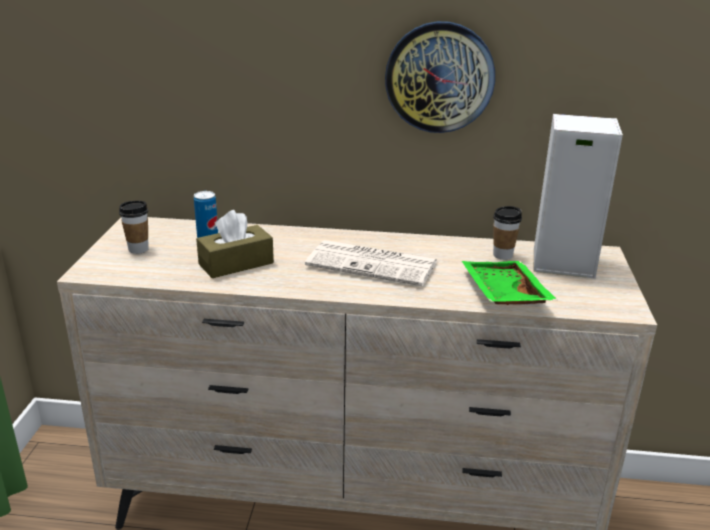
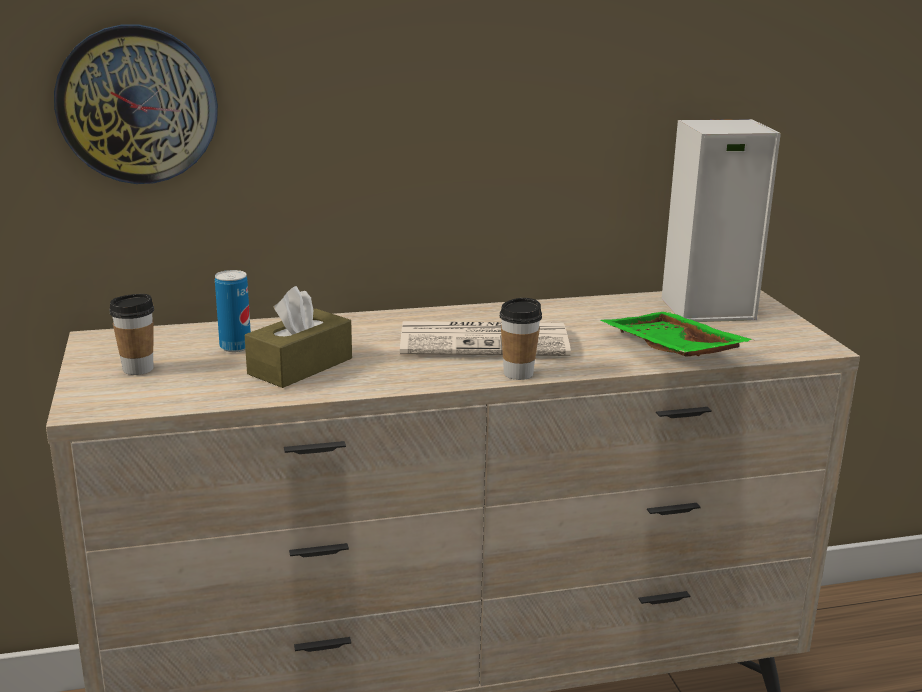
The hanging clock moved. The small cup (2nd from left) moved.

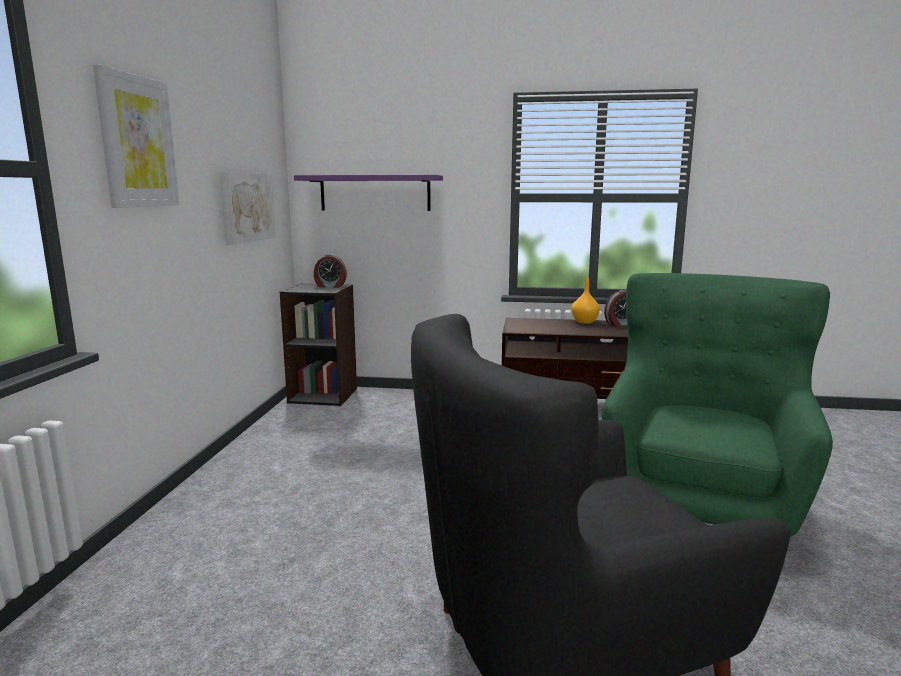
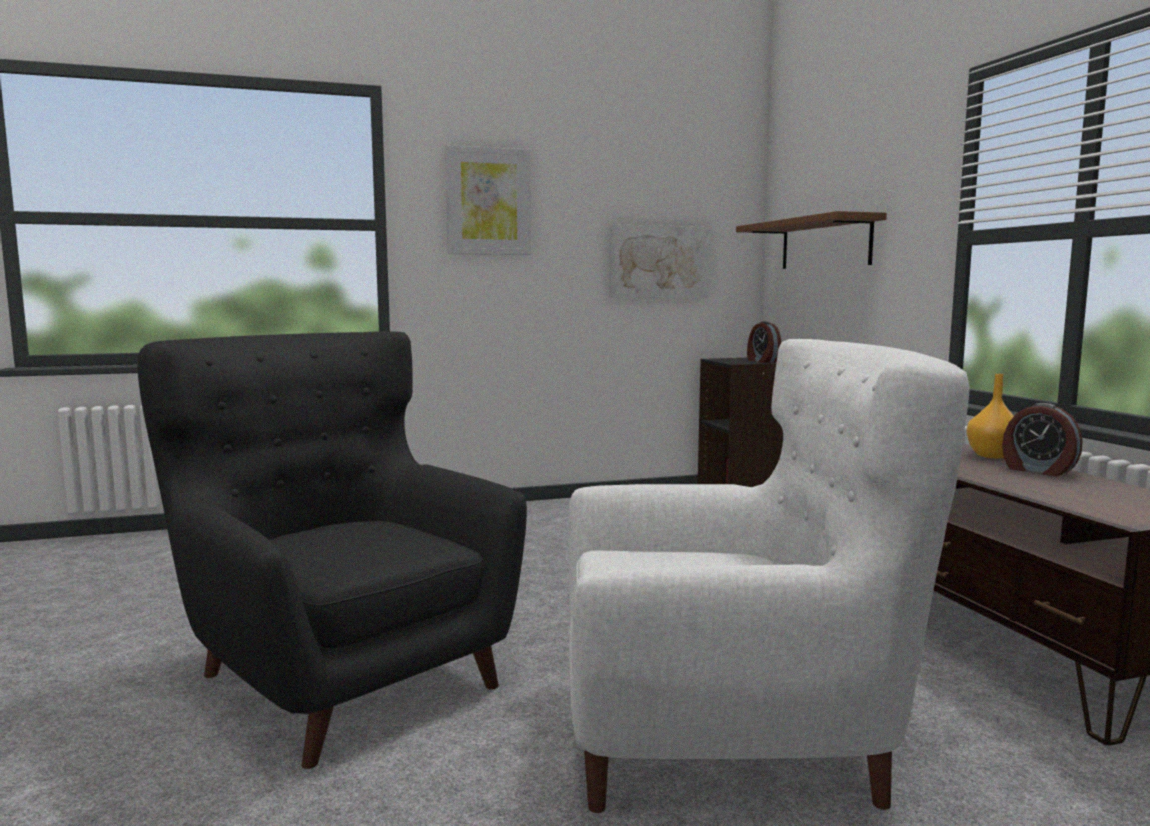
The purple shelf became the brownish shelf. The green lounge chair became the whitish lounge chair.

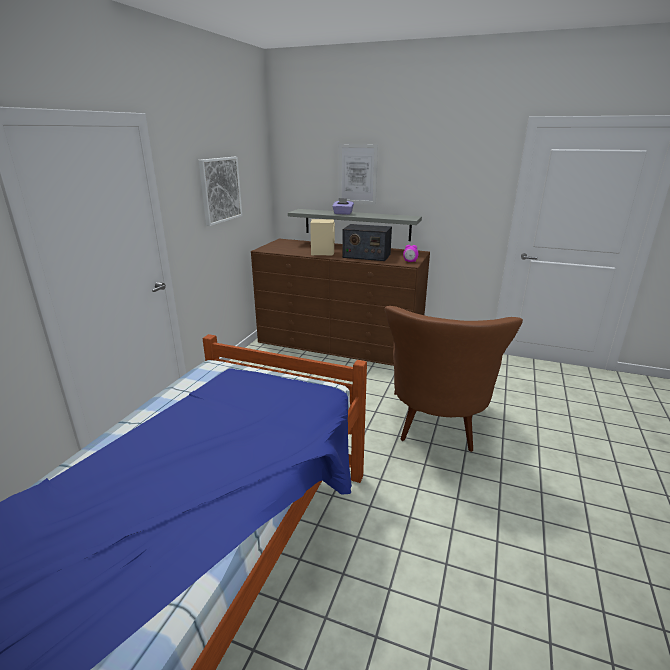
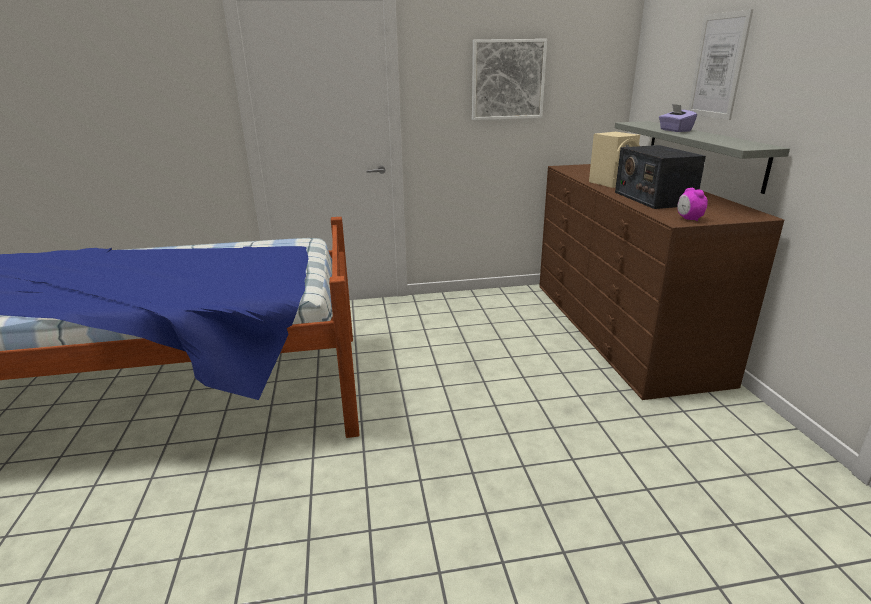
The brownish lounge chair disappeared.

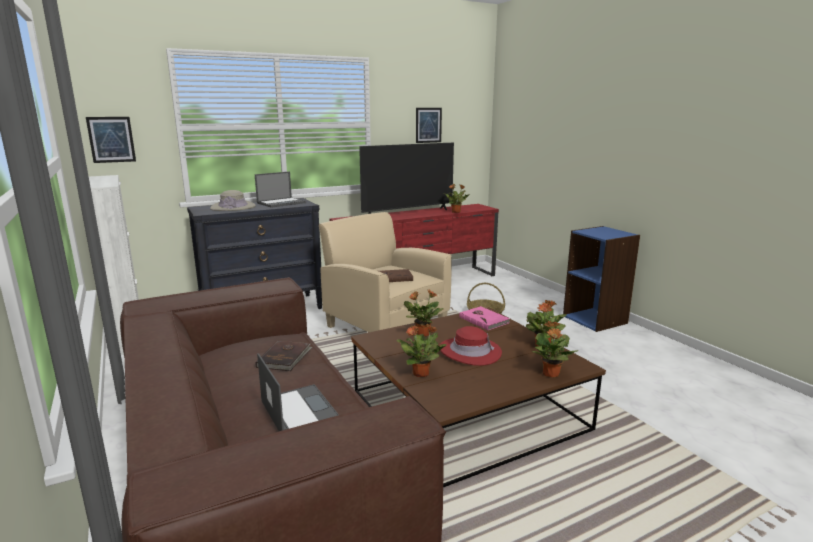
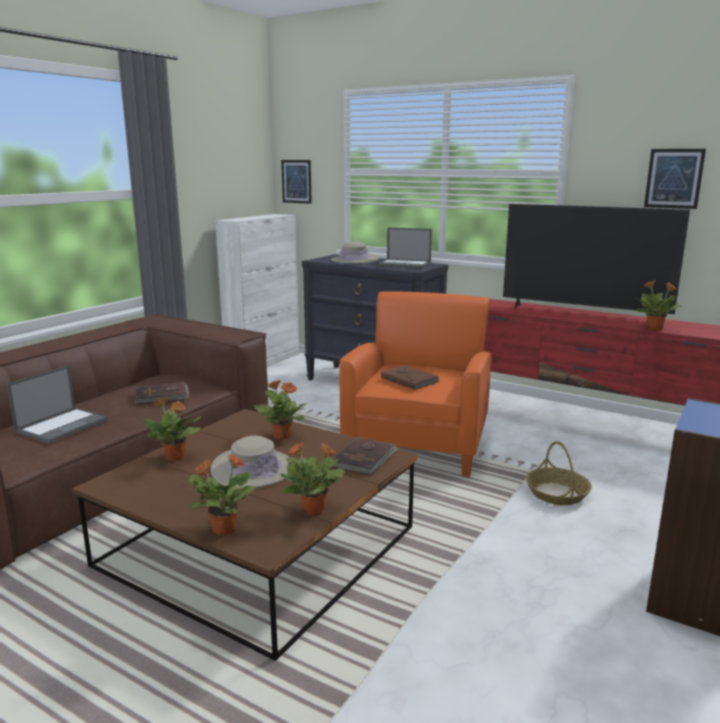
The beige lounge chair became the orange lounge chair. The pink bound book became the brownish bound book (2nd from left). The red wearable hat became the beige wearable hat (1st from left).

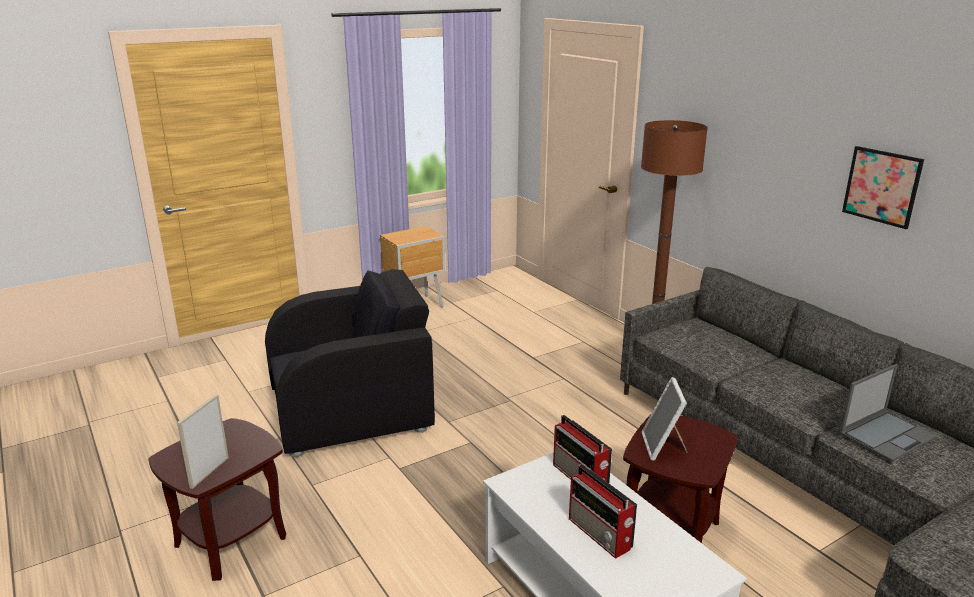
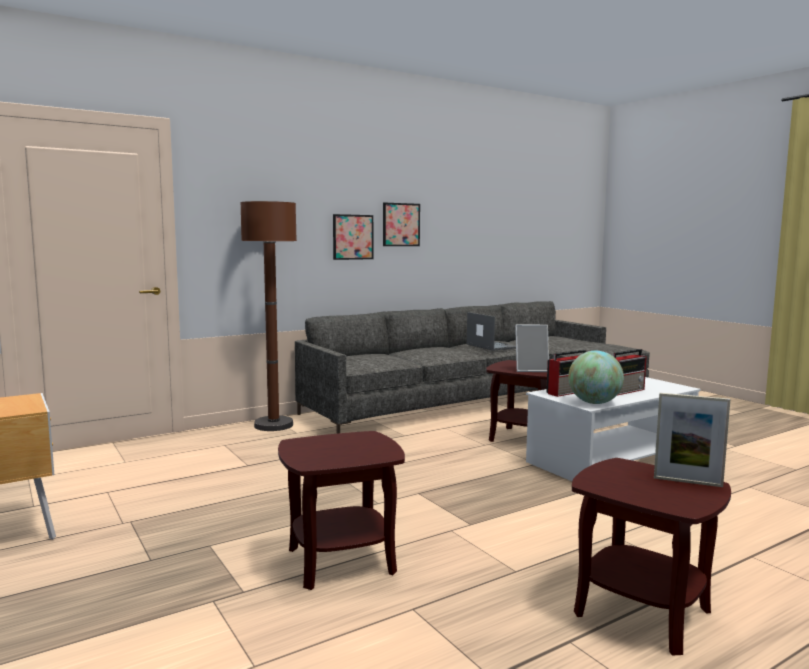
The black-coloured lounge chair was replaced by the brownish side table (1st from left). The wall picture (1st from left) appeared. The desk globe appeared.

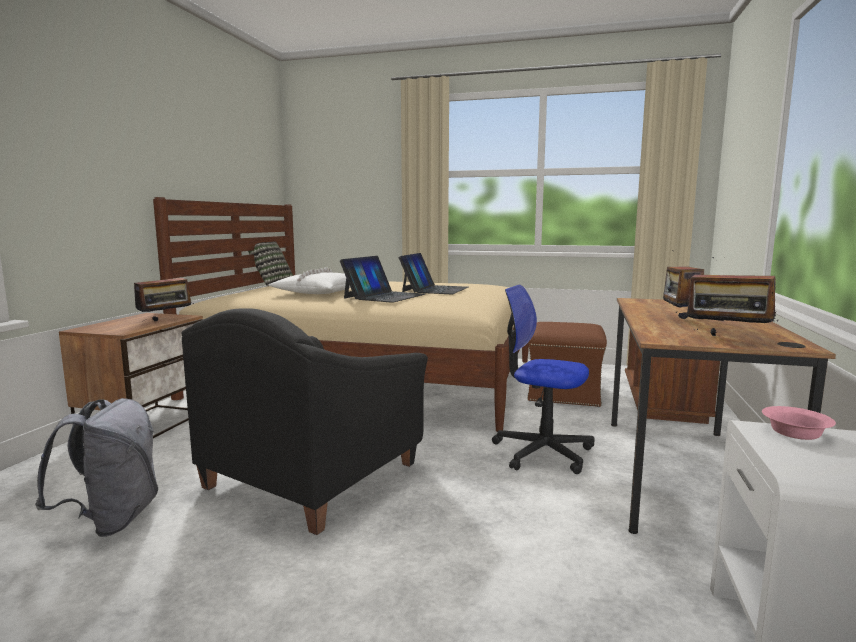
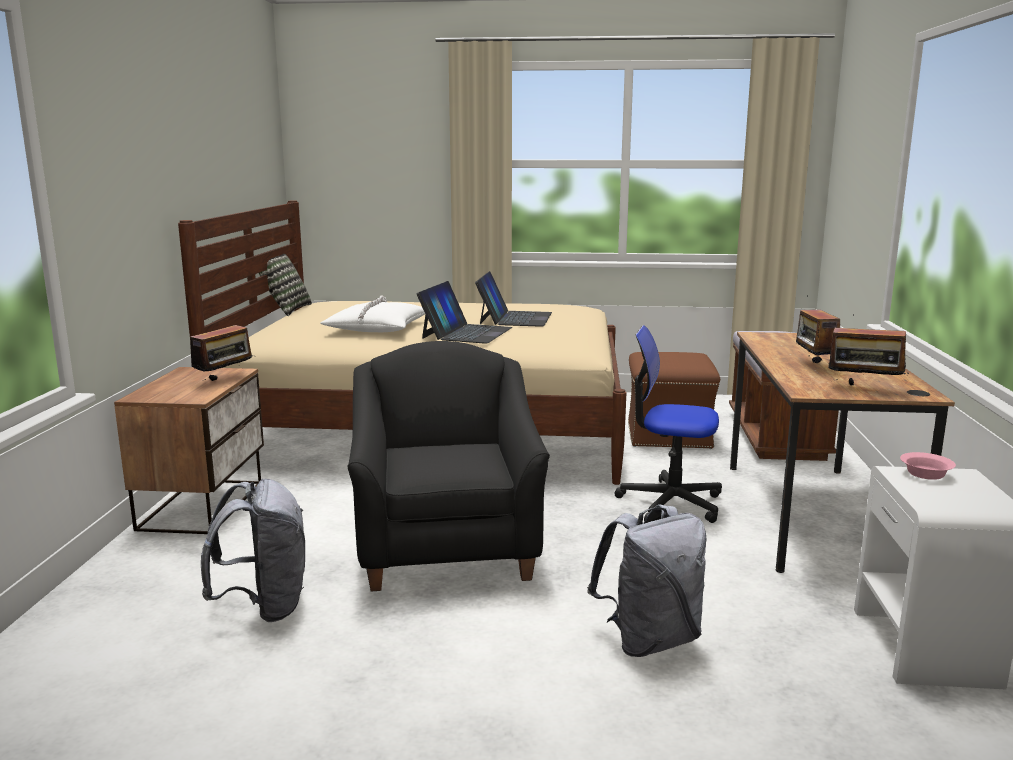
The black-coloured lounge chair turned 150 degrees clockwise. The gray rucksack (2nd from left) appeared.

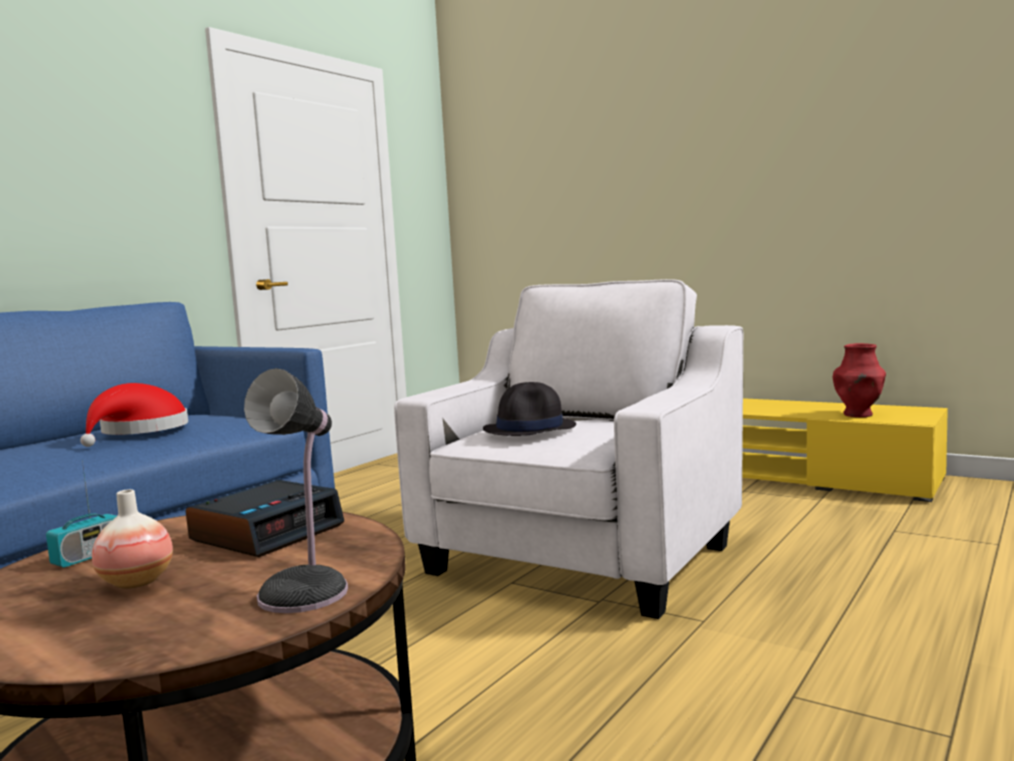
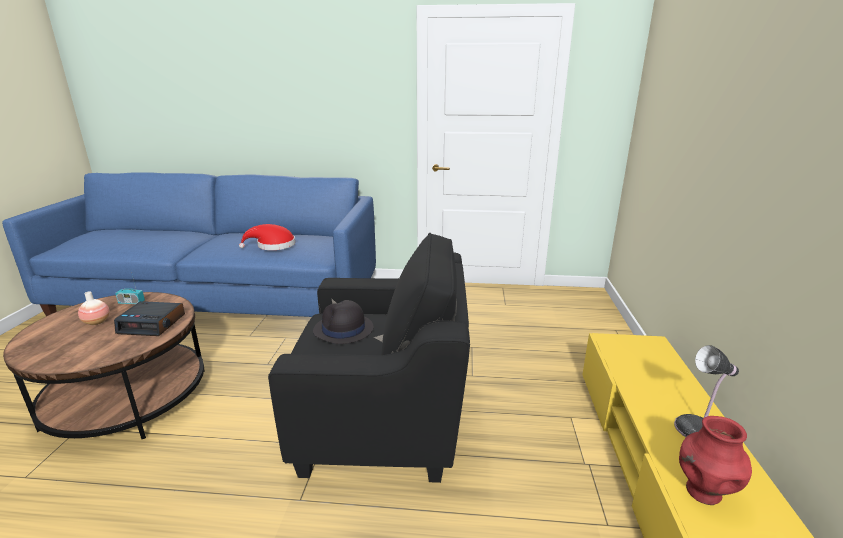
The whitish lounge chair became the black-coloured lounge chair. The tabletop lamp moved.

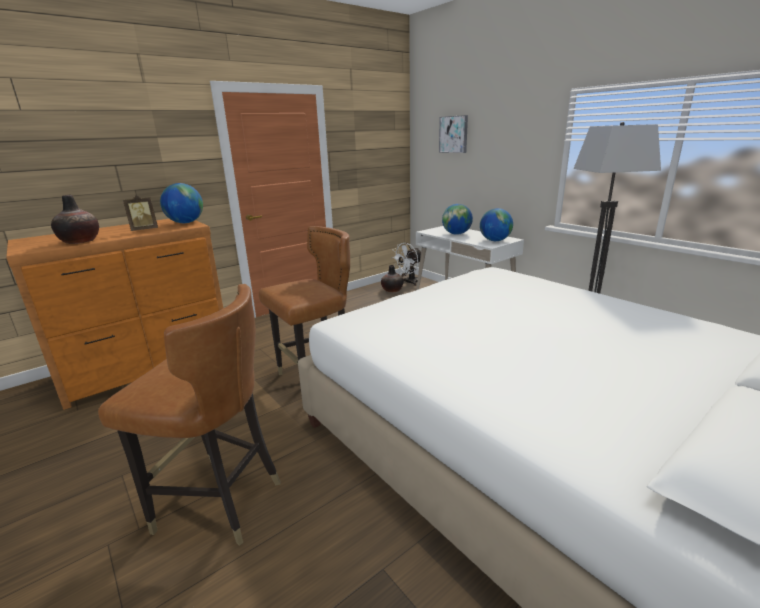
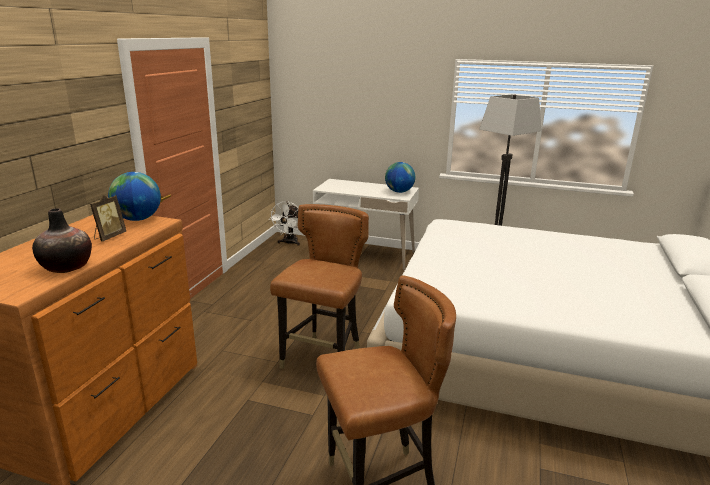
The wall picture disappeared. The desk globe (2nd from left) disappeared. The decorative vase (2nd from left) disappeared.

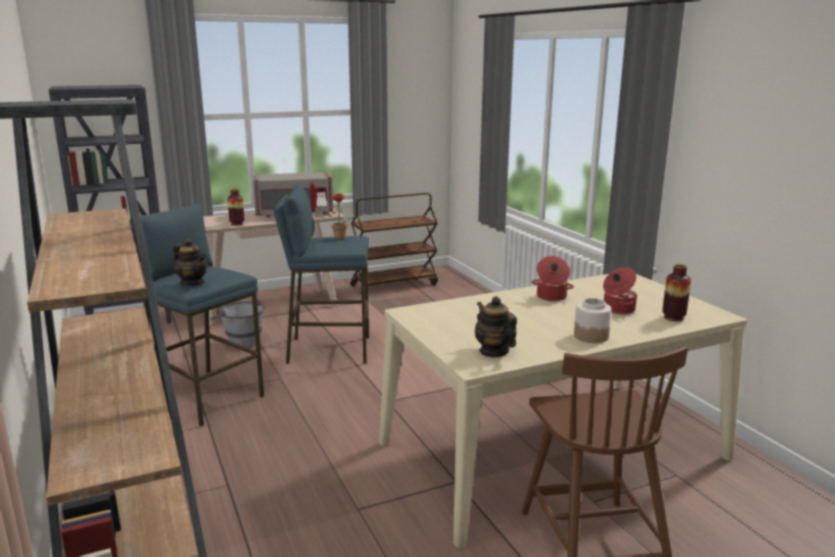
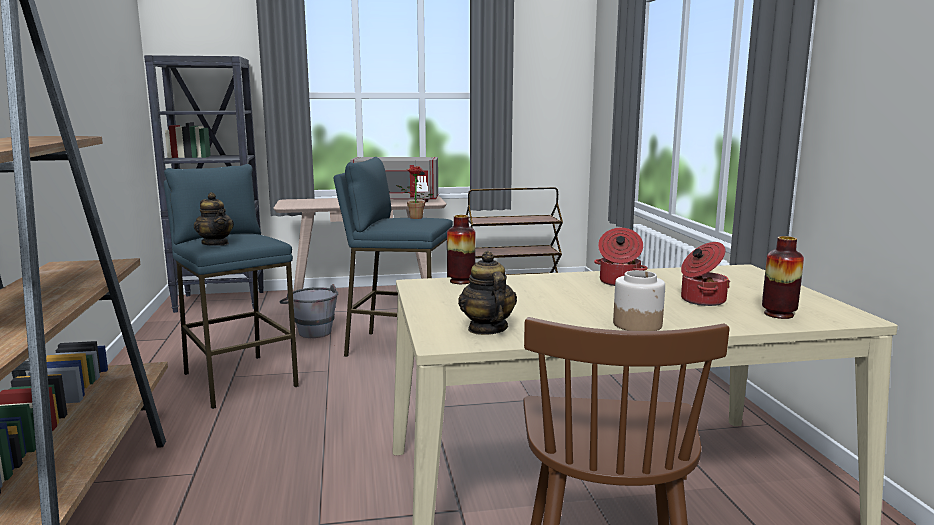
The decorative vase (1st from left) moved.

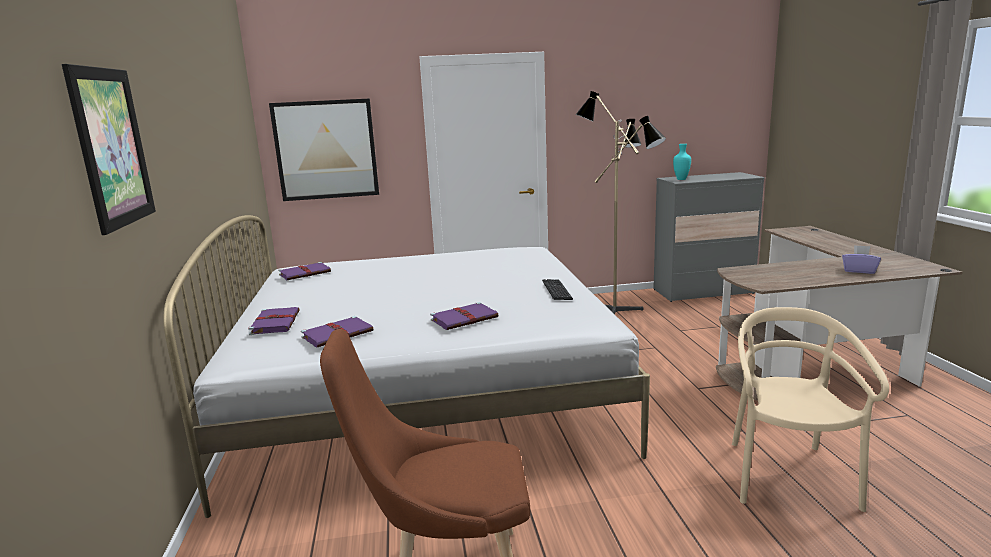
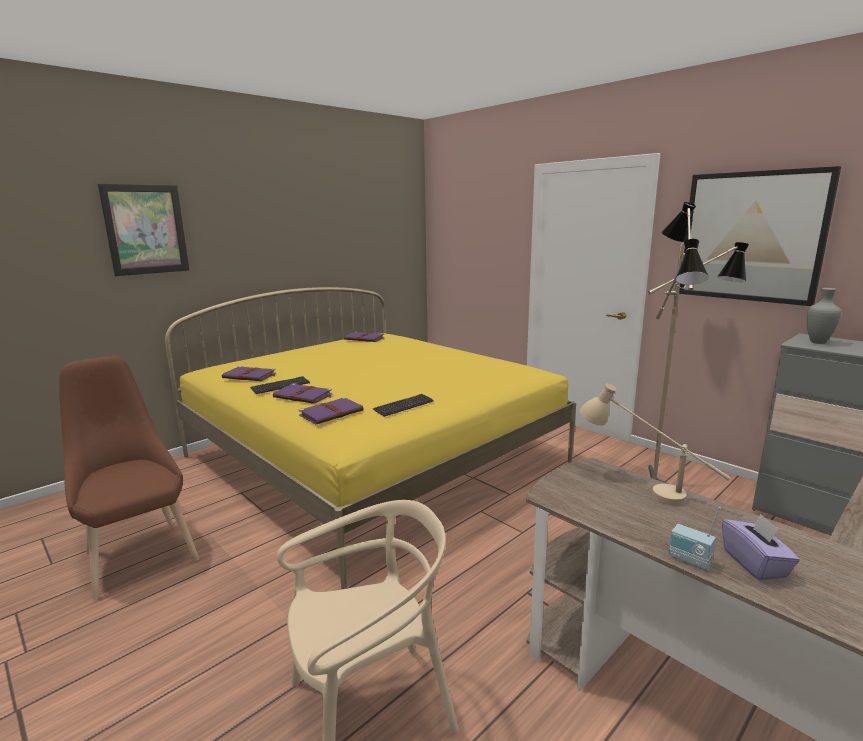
The wall picture (2nd from left) moved. The turquoise decorative vase became the gray decorative vase. The whitish bedroom bed became the yellow-coloured bedroom bed. The purple bound book (1st from left in the first image) moved. The PC keyboard (1st from left) appeared. The beige tabletop lamp appeared. The radio receiver appeared.

